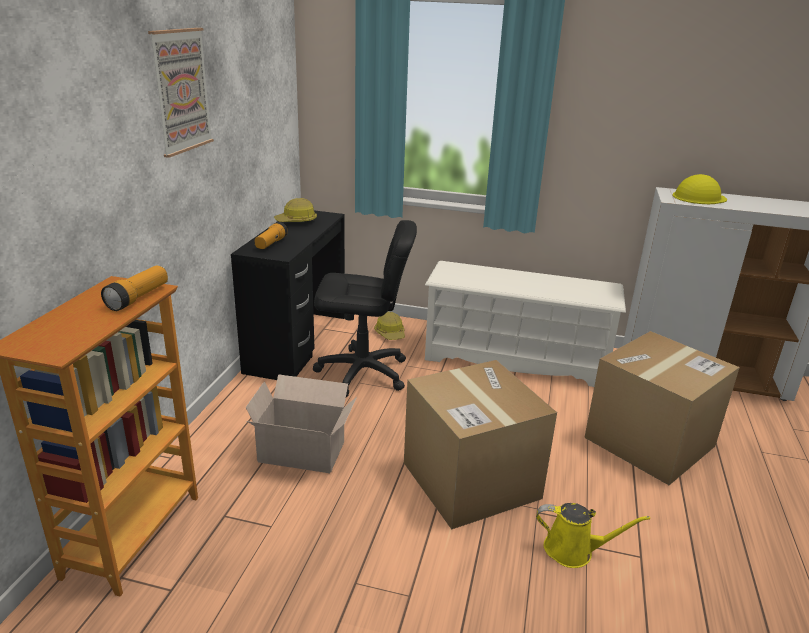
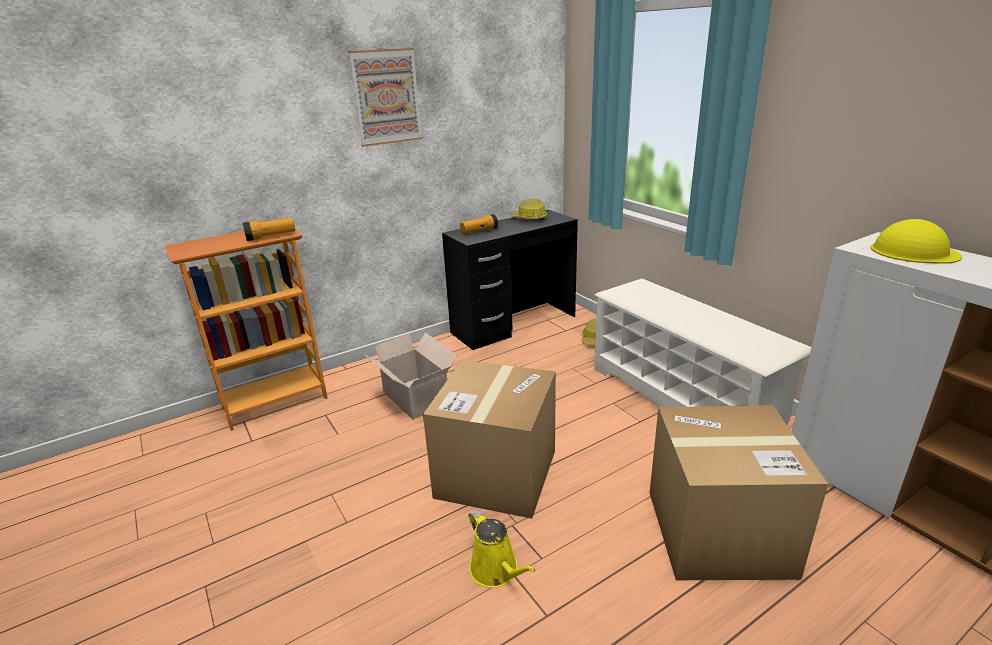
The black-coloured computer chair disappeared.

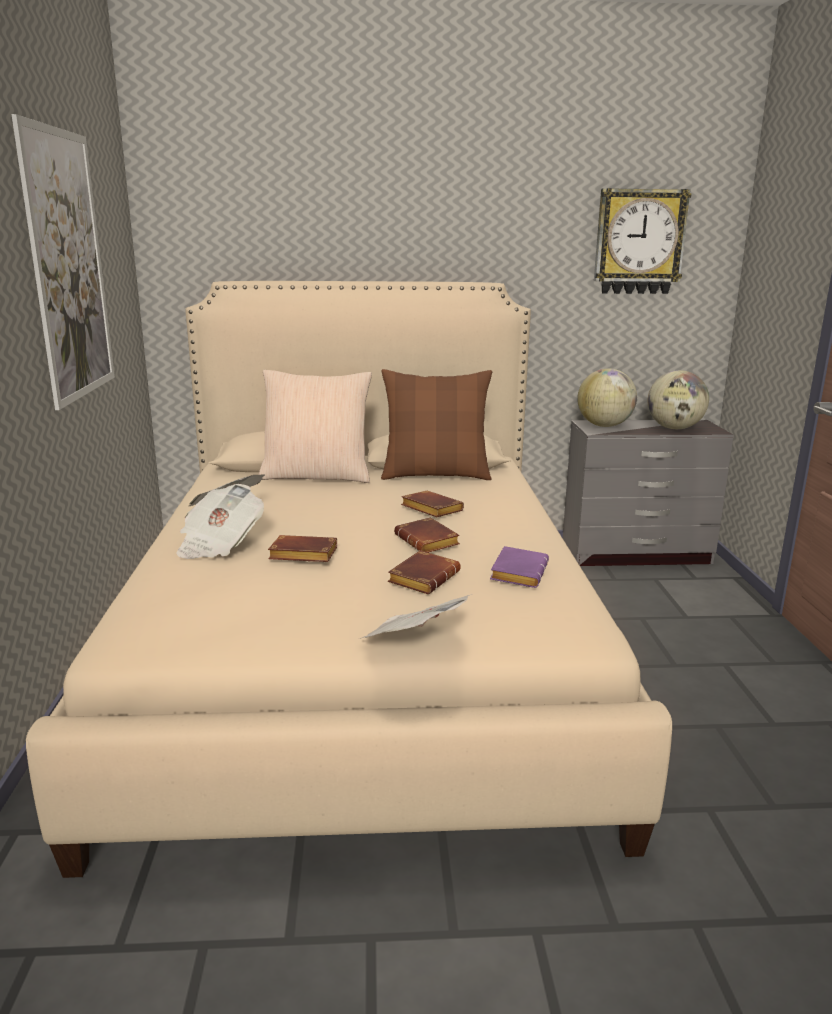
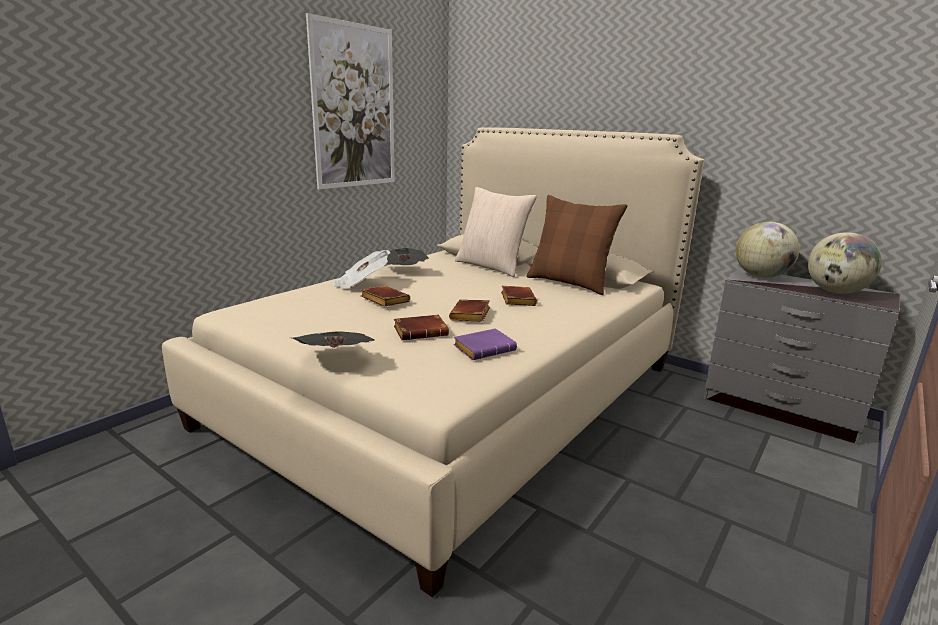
The hanging clock disappeared.

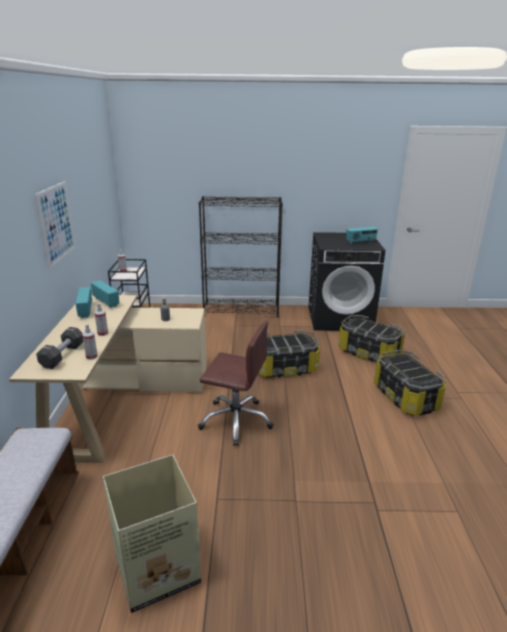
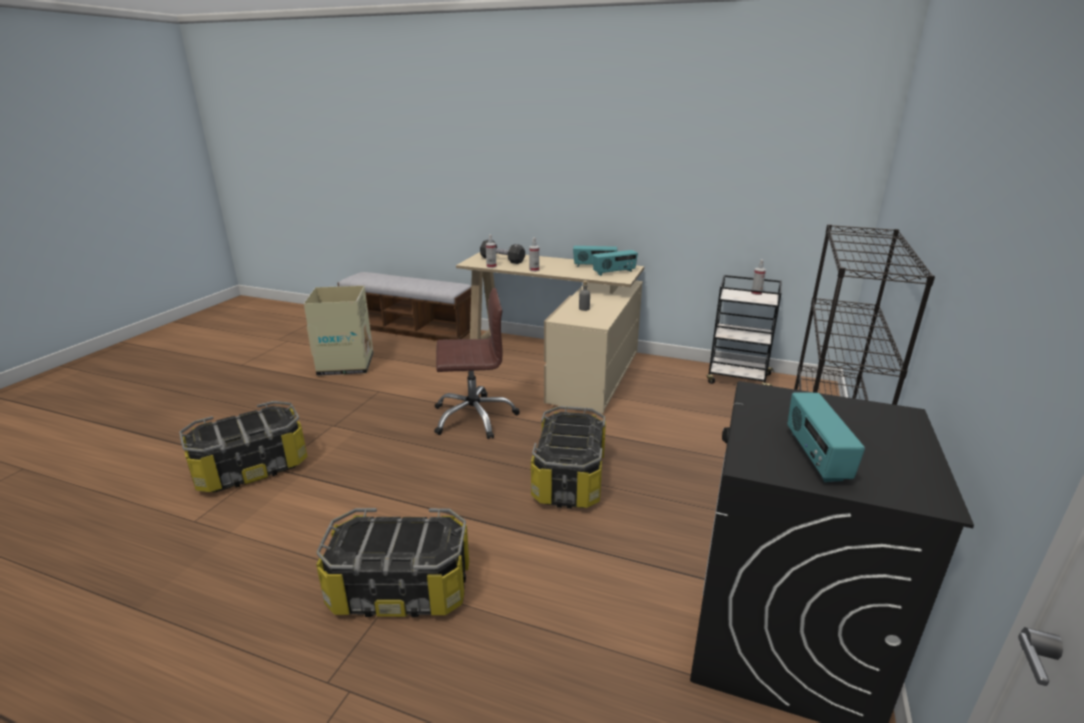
The wall picture disappeared. The storage box (2nd from left in the first image) moved. The brownish computer chair turned 135 degrees counterclockwise.

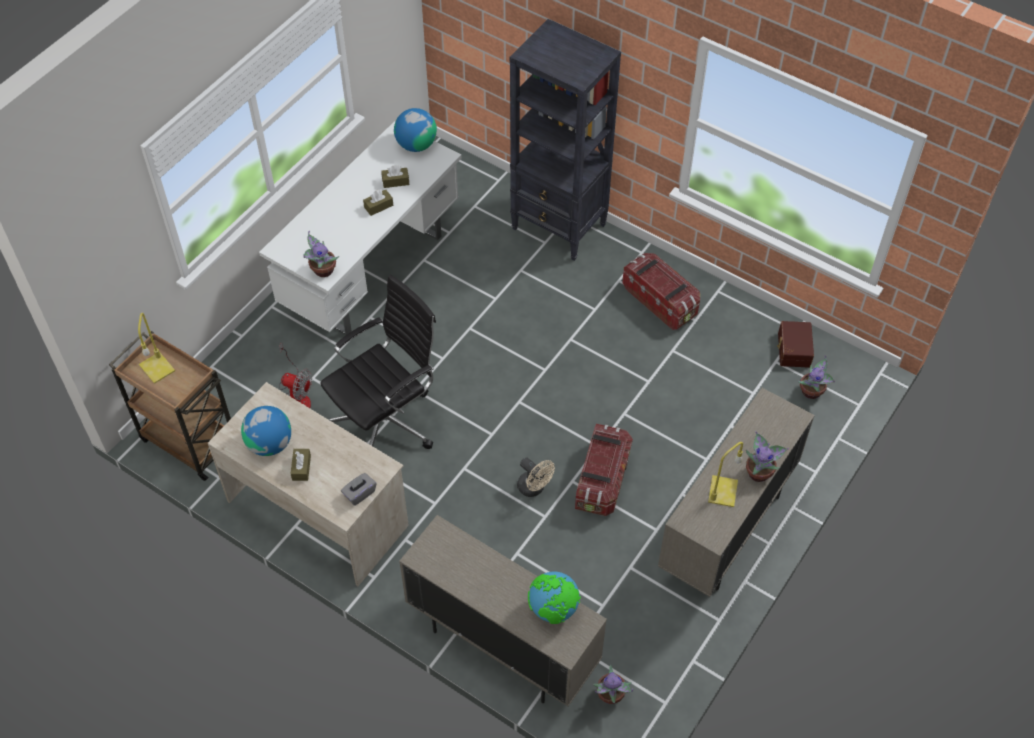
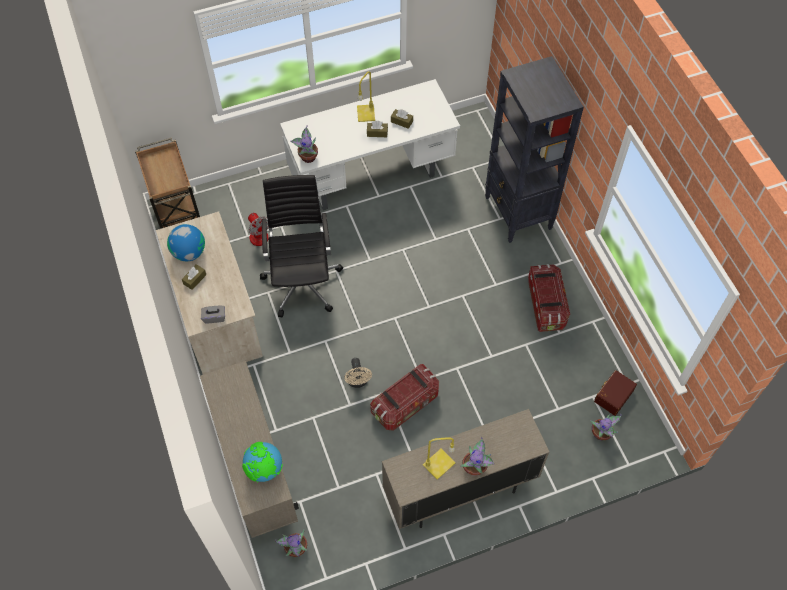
The desk globe (2nd from left) disappeared. The black-coloured computer chair turned 90 degrees counterclockwise. The yellow-coloured tabletop lamp (1st from left) moved.

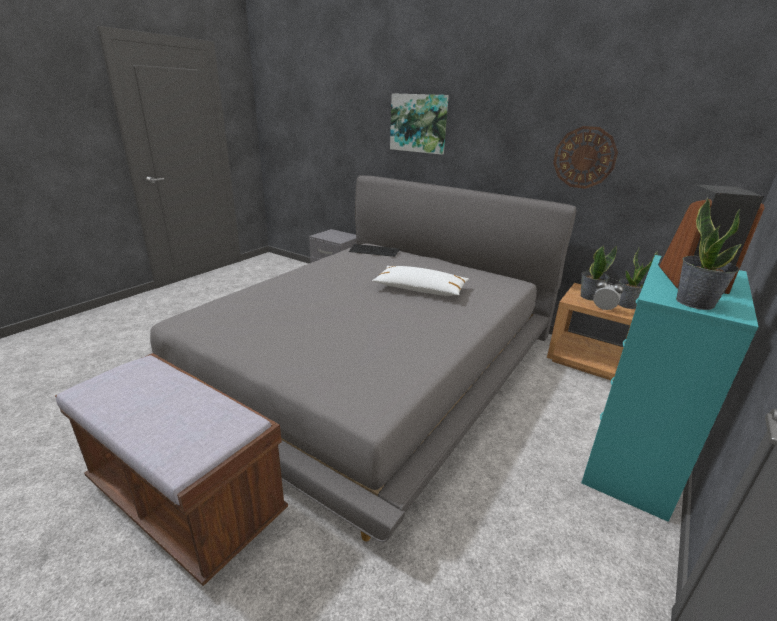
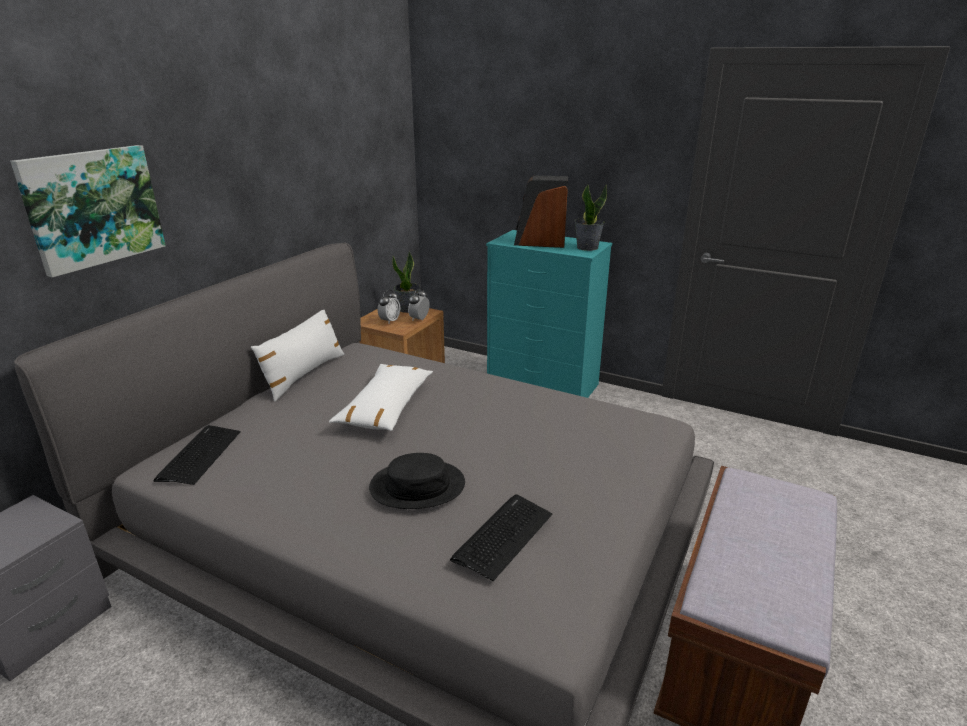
The hanging clock disappeared. The potted plant (1st from left) was replaced by the alarm clock (1st from left). The whitish throw pillow (1st from left) appeared. The black-coloured wearable hat appeared. The PC keyboard (2nd from left) appeared.

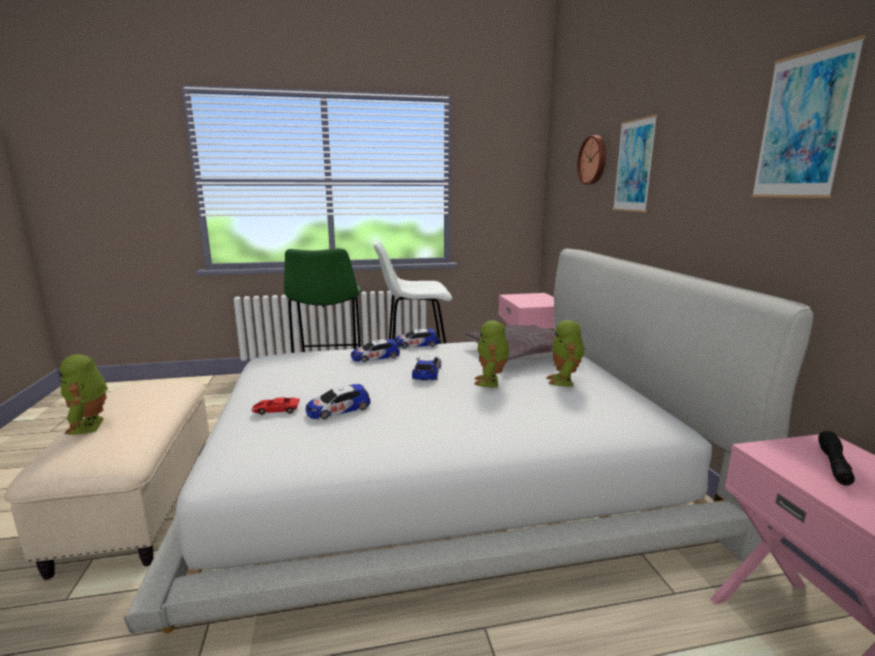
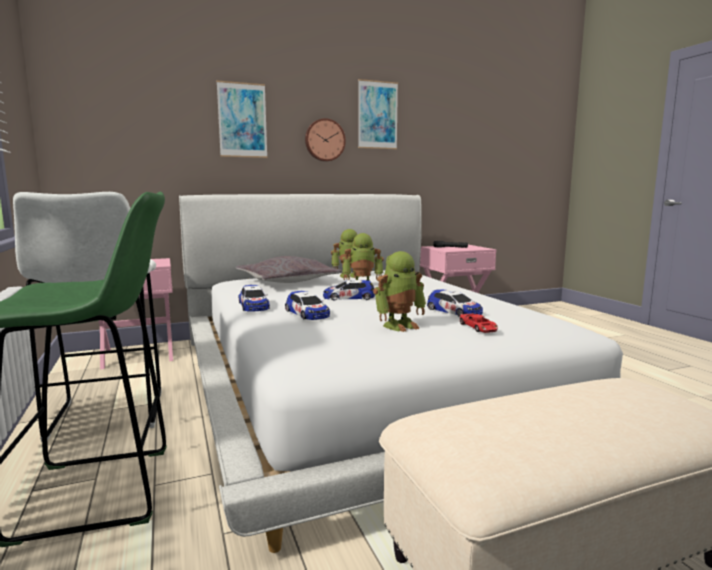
The hanging clock moved. The model robot (1st from left in the first image) moved.

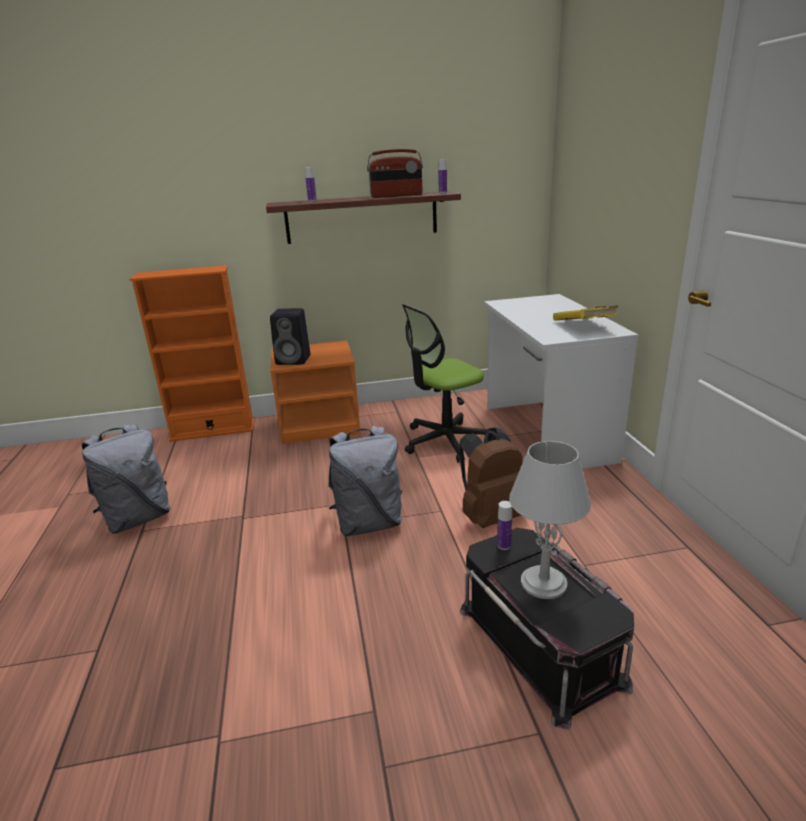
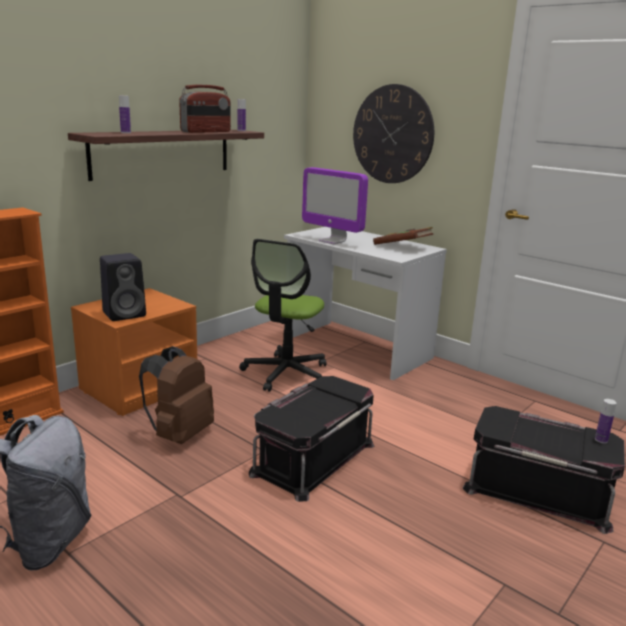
The yellow-coloured bound book became the brownish bound book. The gray rucksack (2nd from left) was replaced by the black-coloured storage box (1st from left). The brownish rucksack moved. The gray tabletop lamp disappeared. The bottle (3rd from left) moved. The hanging clock appeared. The computer screen appeared.

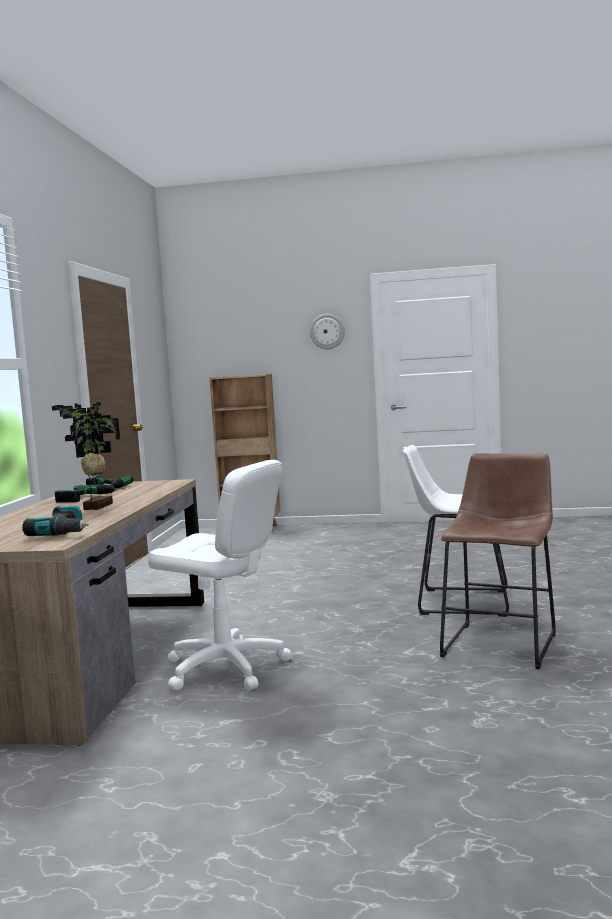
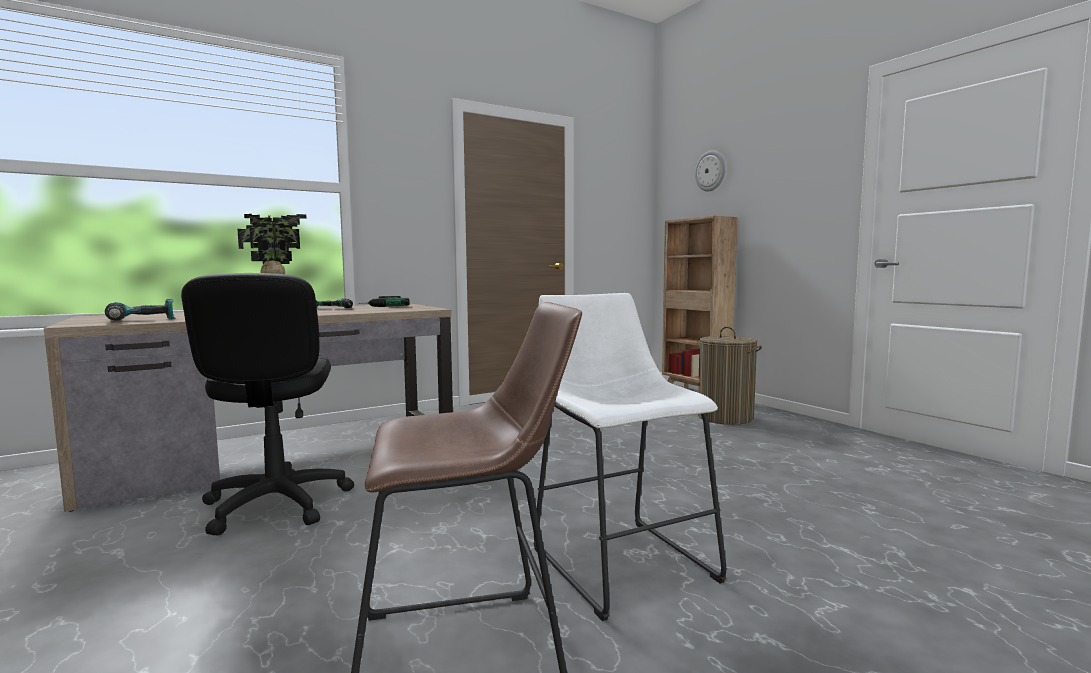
The hanging clock moved. The whitish computer chair became the black-coloured computer chair. The hamper appeared.

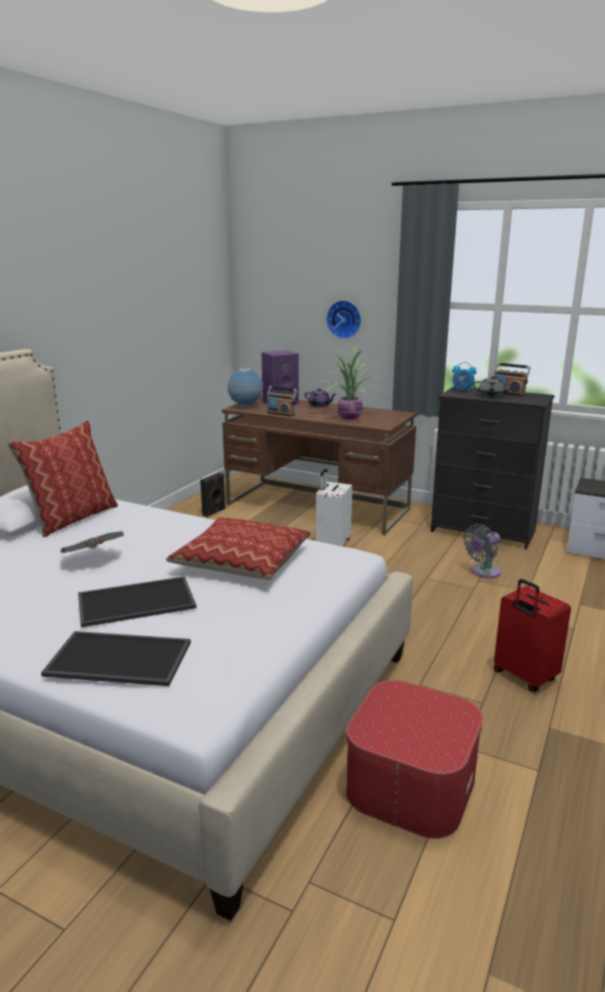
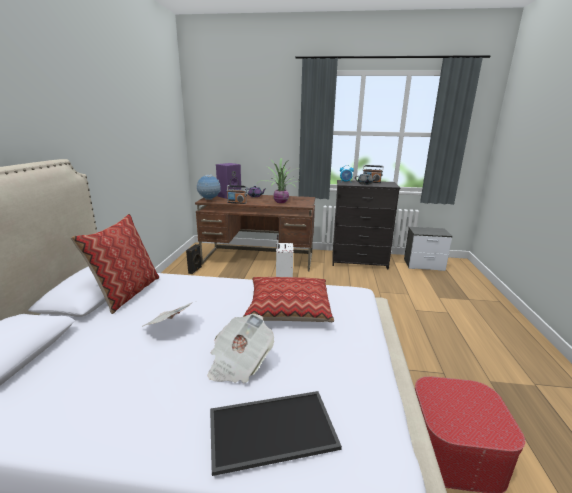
The hanging clock disappeared. The gray electric fan disappeared. The tray (2nd from left) was replaced by the newspaper (2nd from left). The red suitcase disappeared.

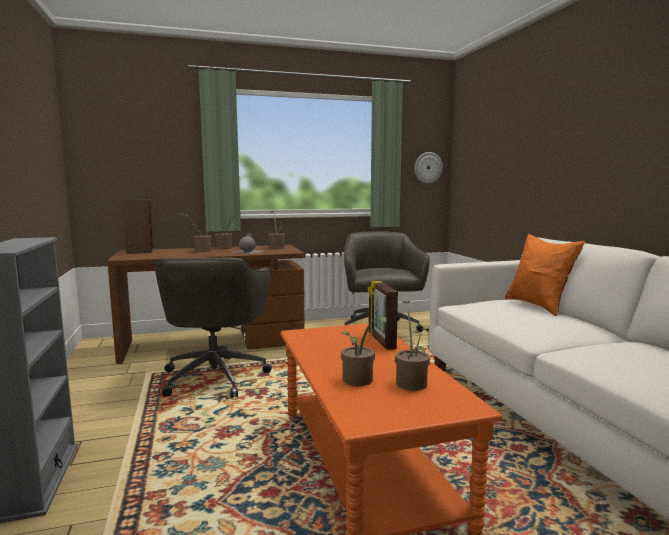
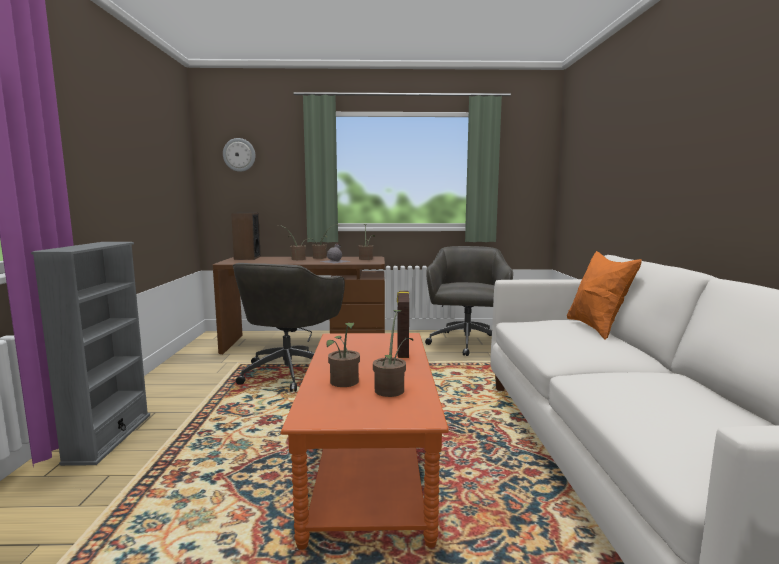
The hanging clock moved.

